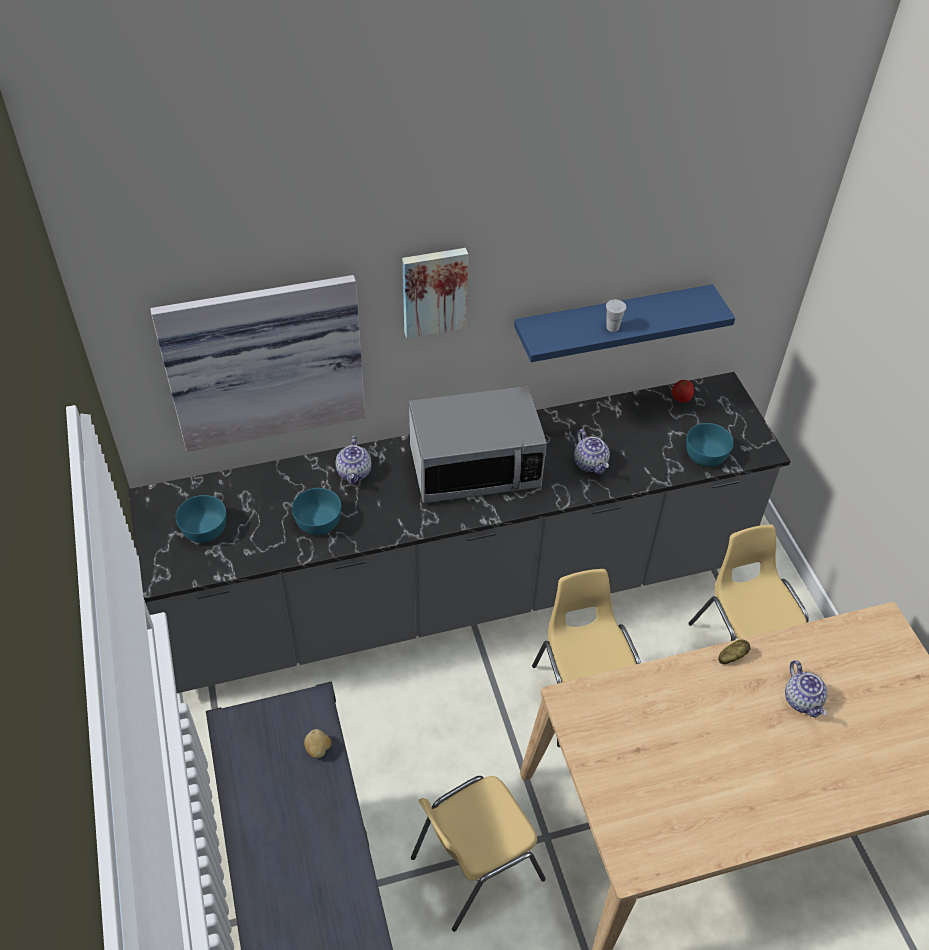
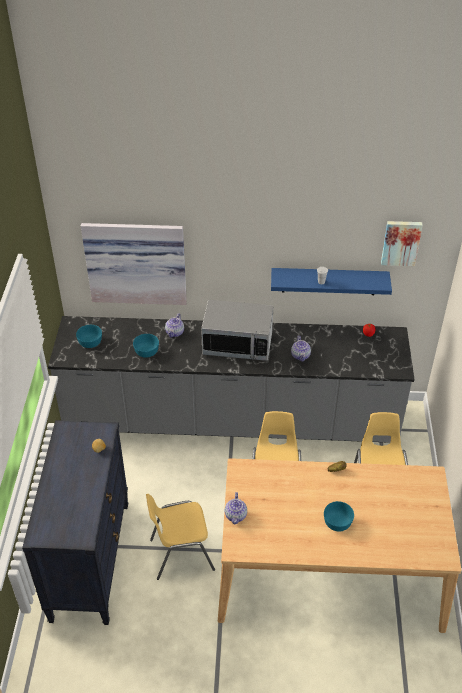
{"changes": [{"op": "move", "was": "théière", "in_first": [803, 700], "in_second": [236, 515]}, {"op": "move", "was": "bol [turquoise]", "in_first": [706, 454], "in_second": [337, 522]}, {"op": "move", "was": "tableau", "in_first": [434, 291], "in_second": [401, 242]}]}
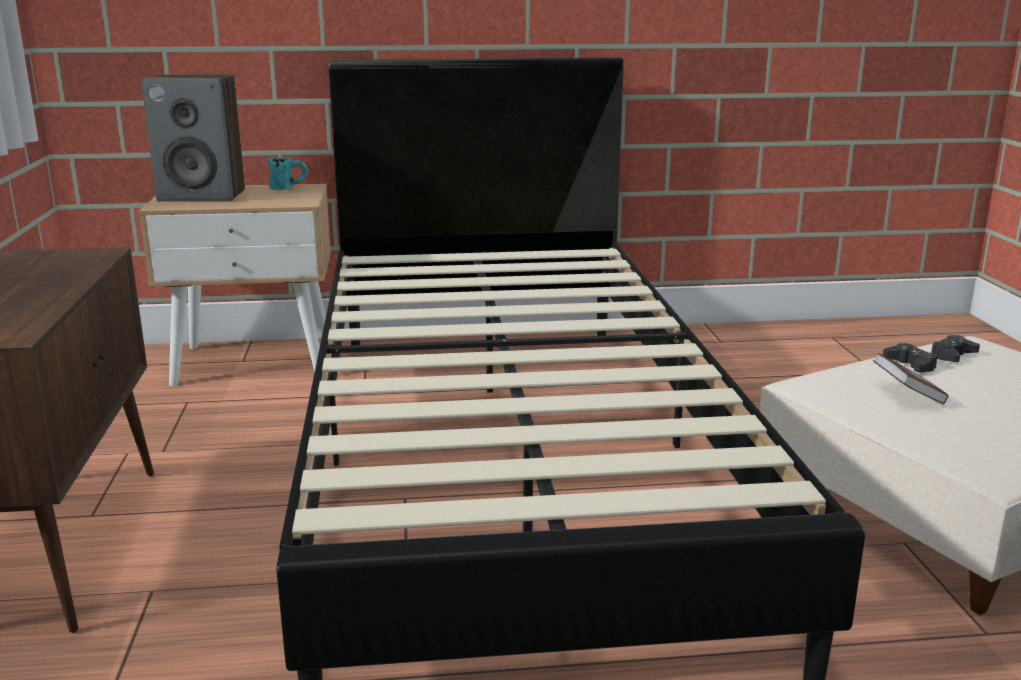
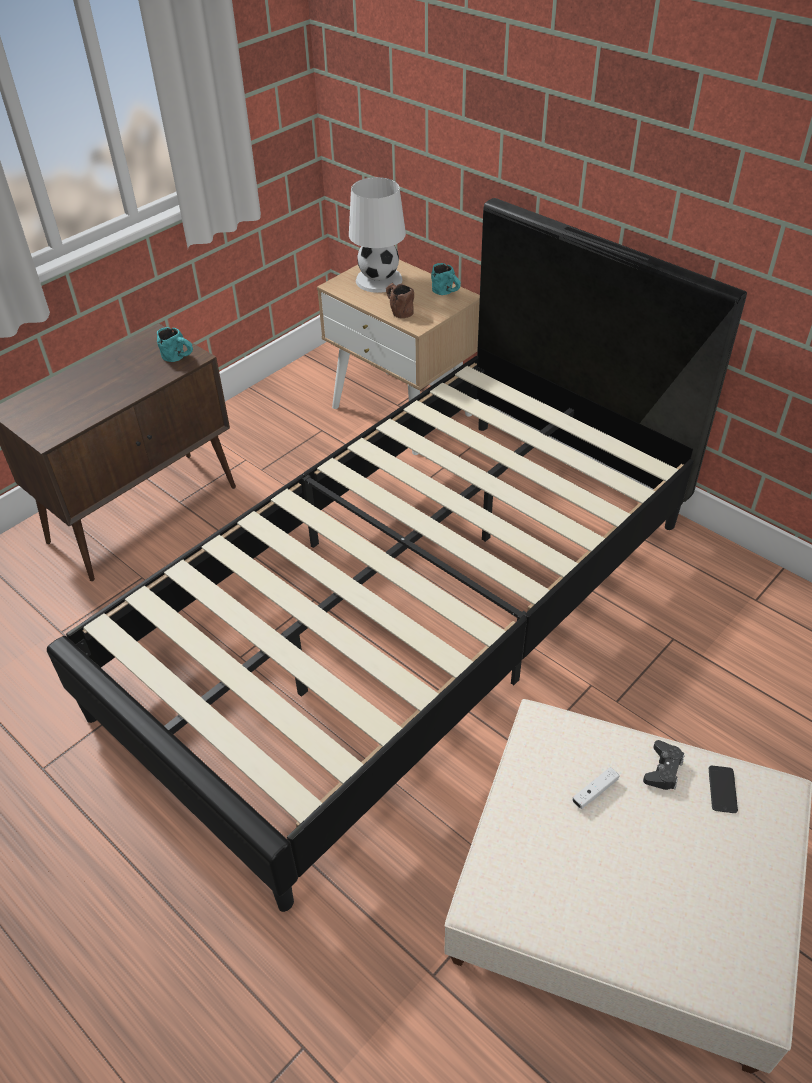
{"changes": [{"op": "insert", "now": "mug [turquoise]", "in_second": [179, 358]}, {"op": "replace", "was": "enceinte", "now": "lampe de table [blanc]", "in_first": [203, 196], "in_second": [379, 280]}, {"op": "insert", "now": "mug [marron]", "in_second": [398, 310]}, {"op": "replace", "was": "livre", "now": "manette [blanc]", "in_first": [907, 394], "in_second": [595, 791]}, {"op": "replace", "was": "manette [noir]", "now": "téléphone", "in_first": [952, 355], "in_second": [722, 789]}]}
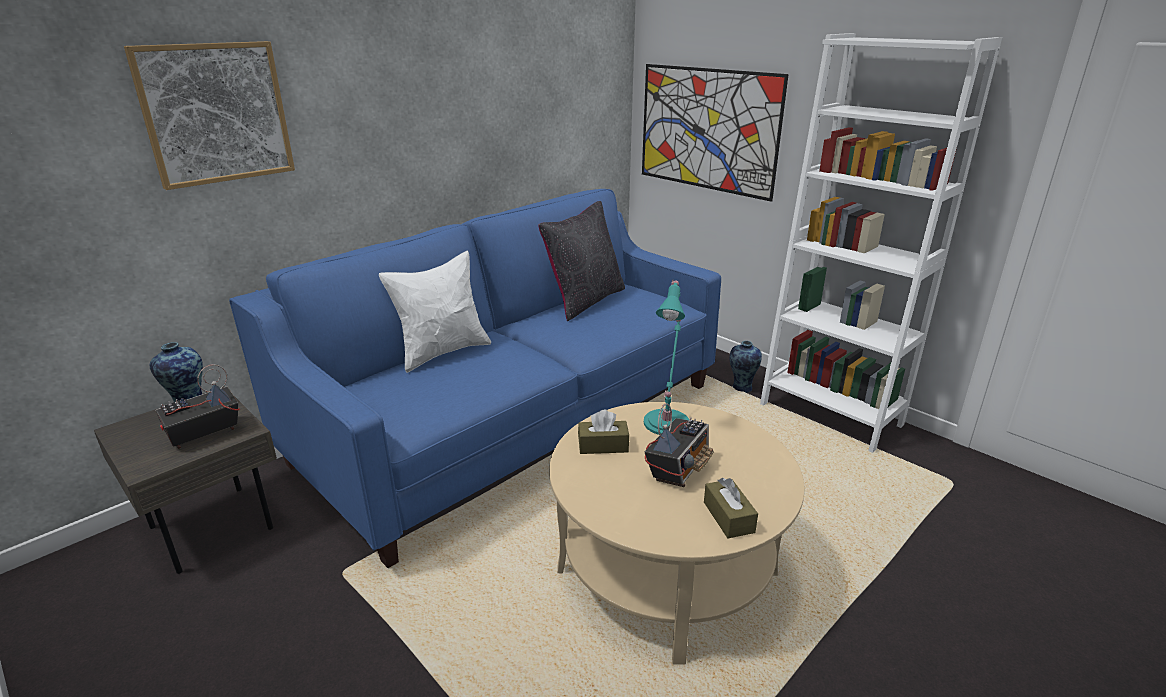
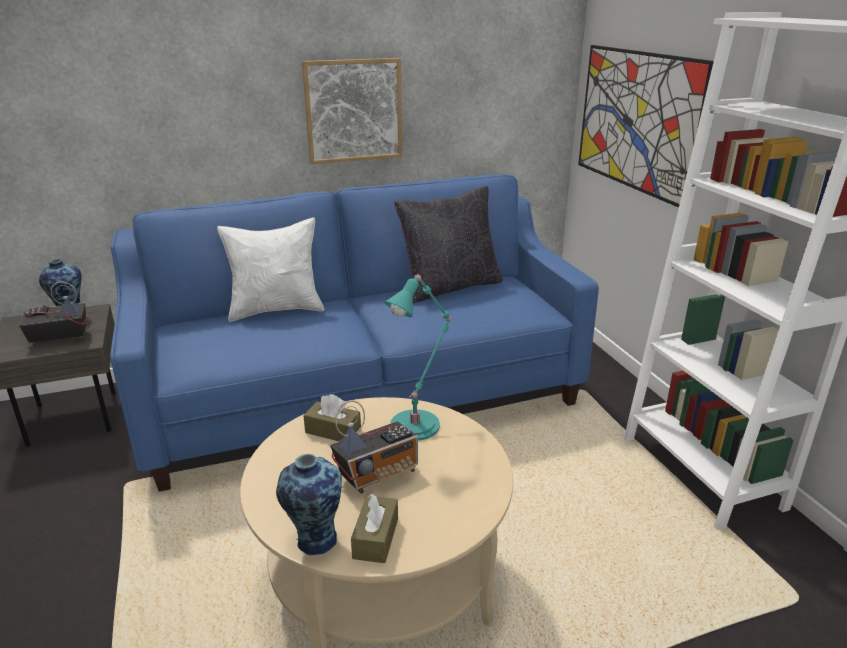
{"changes": [{"op": "move", "was": "vase", "in_first": [741, 388], "in_second": [314, 540]}, {"op": "move", "was": "tableau", "in_first": [216, 113], "in_second": [353, 110]}]}
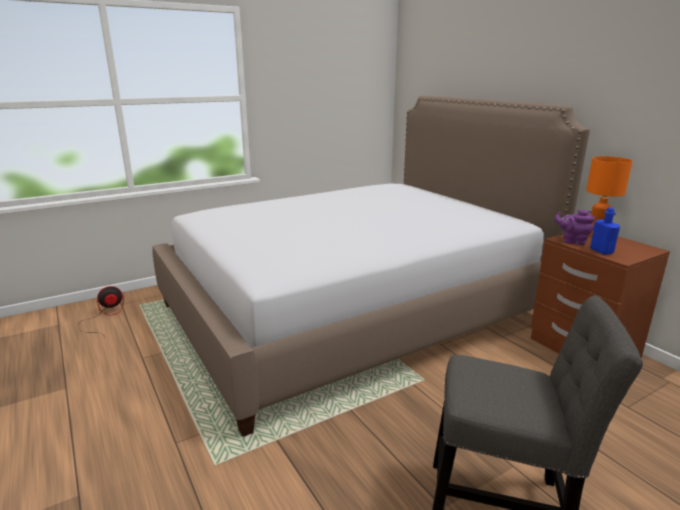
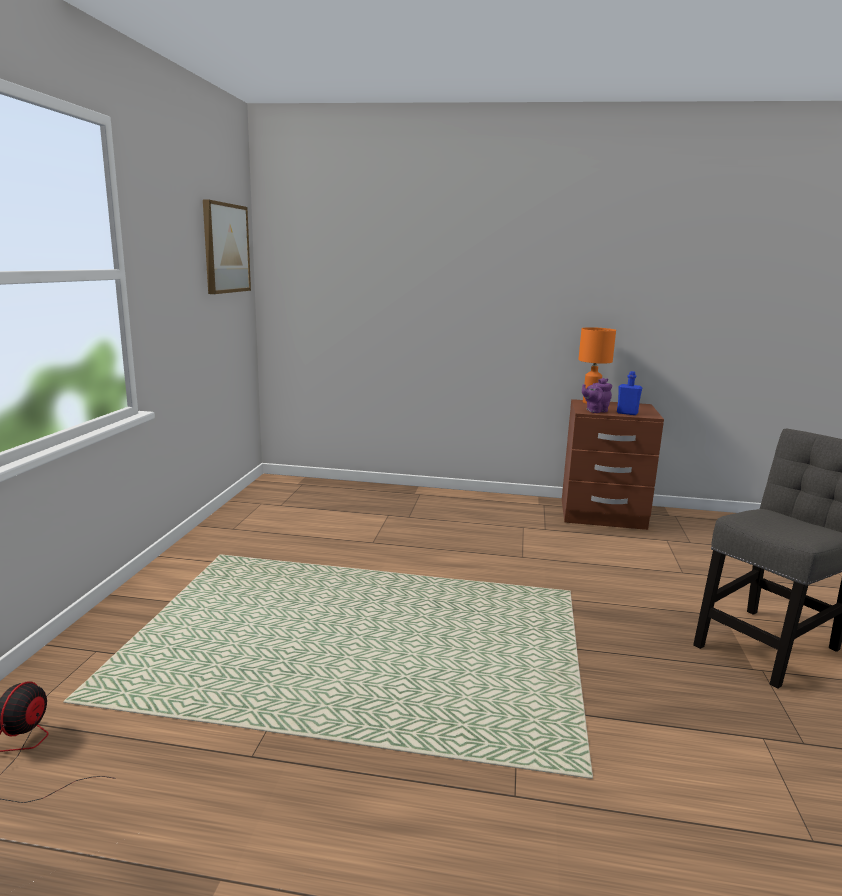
{"changes": [{"op": "insert", "now": "tableau", "in_second": [225, 248]}, {"op": "delete", "was": "lit", "in_first": [353, 311]}]}
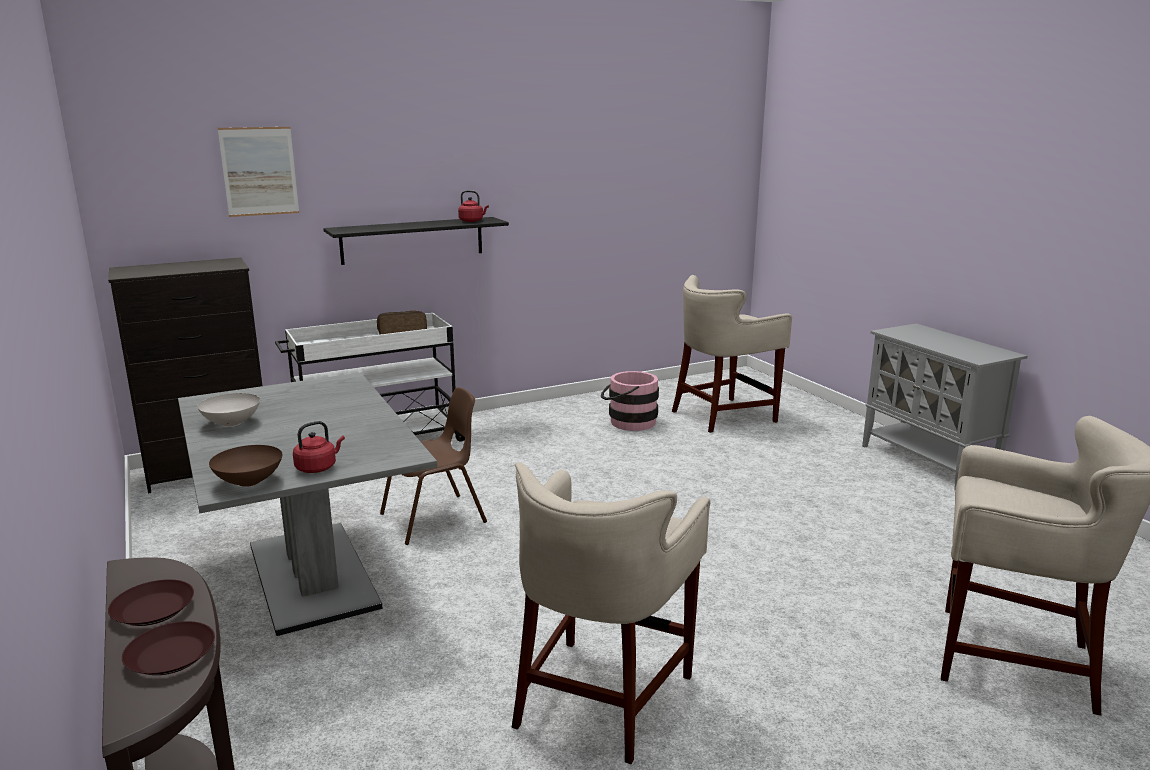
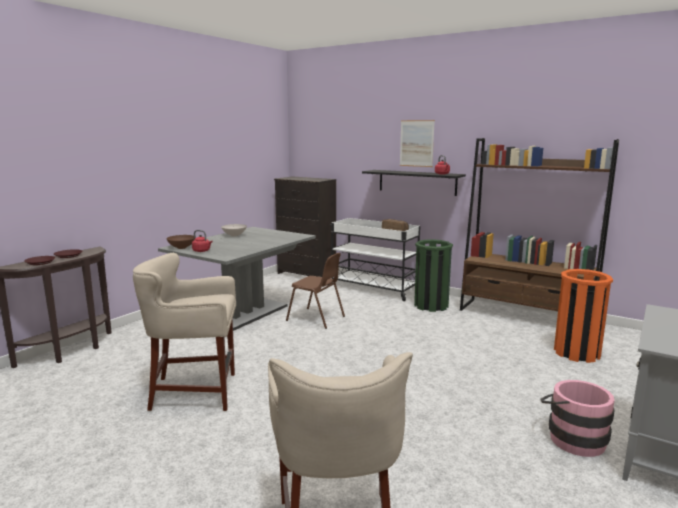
{"changes": [{"op": "move", "was": "tableau", "in_first": [259, 171], "in_second": [416, 143]}, {"op": "insert", "now": "poubelle [vert]", "in_second": [431, 305]}, {"op": "insert", "now": "bibliothèque [marron]", "in_second": [525, 316]}, {"op": "move", "was": "seau [rose]", "in_first": [628, 422], "in_second": [572, 438]}, {"op": "replace", "was": "tabouret [beige]", "now": "poubelle [orange]", "in_first": [724, 416], "in_second": [576, 353]}]}
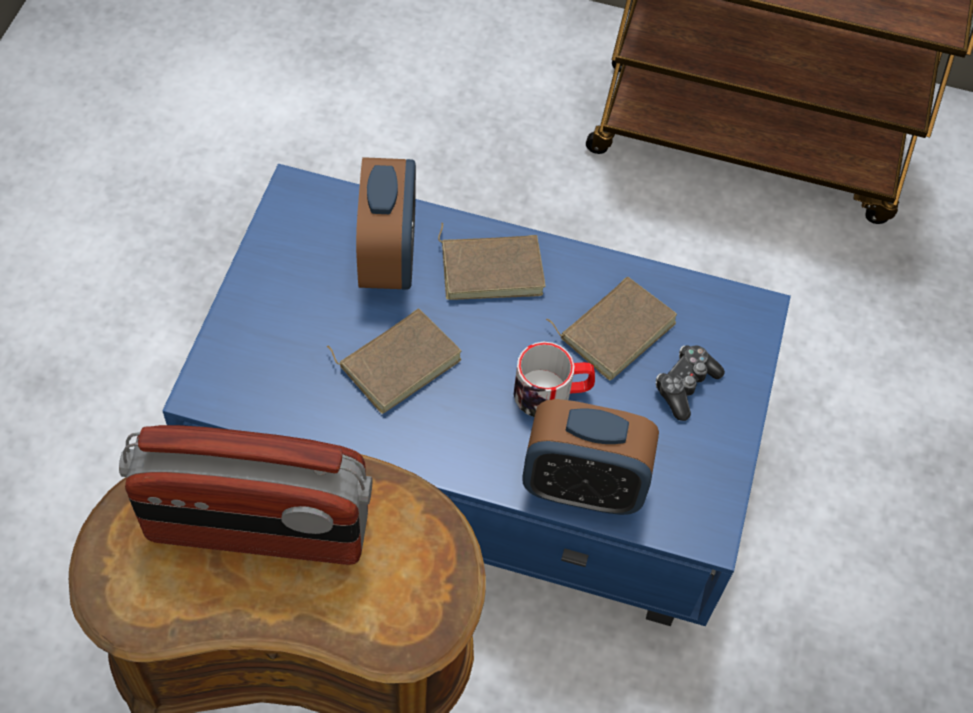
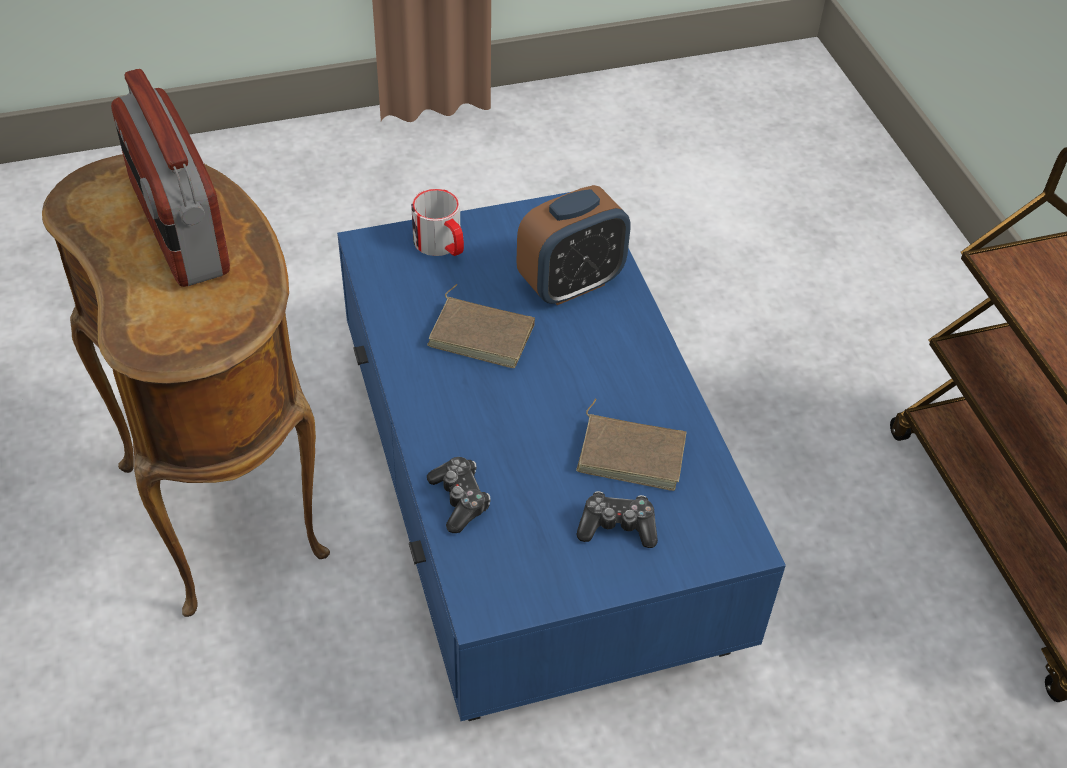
{"changes": [{"op": "move", "was": "mug", "in_first": [552, 393], "in_second": [442, 245]}, {"op": "replace", "was": "réveil", "now": "manette", "in_first": [582, 486], "in_second": [460, 500]}, {"op": "delete", "was": "livre [marron]", "in_first": [492, 267]}]}
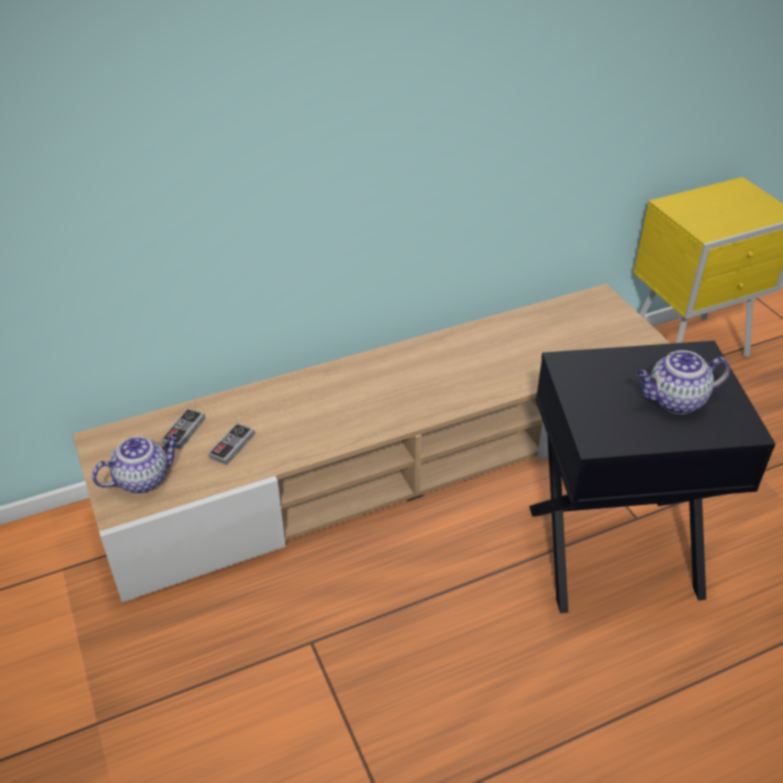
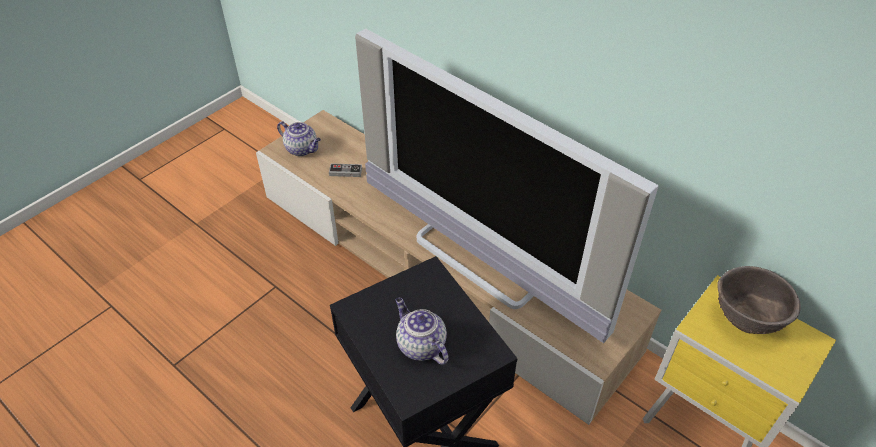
{"changes": [{"op": "insert", "now": "téléviseur", "in_second": [481, 259]}, {"op": "insert", "now": "bol [marron]", "in_second": [745, 320]}, {"op": "delete", "was": "manette", "in_first": [184, 431]}]}
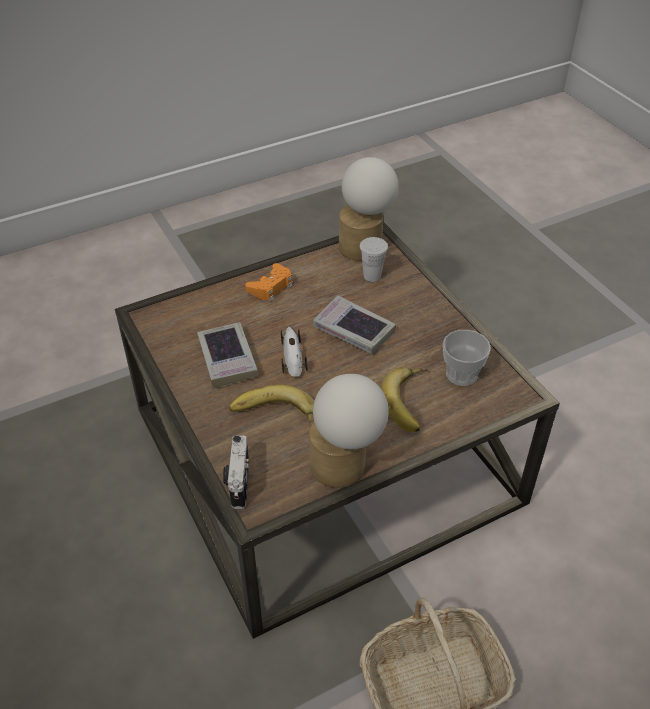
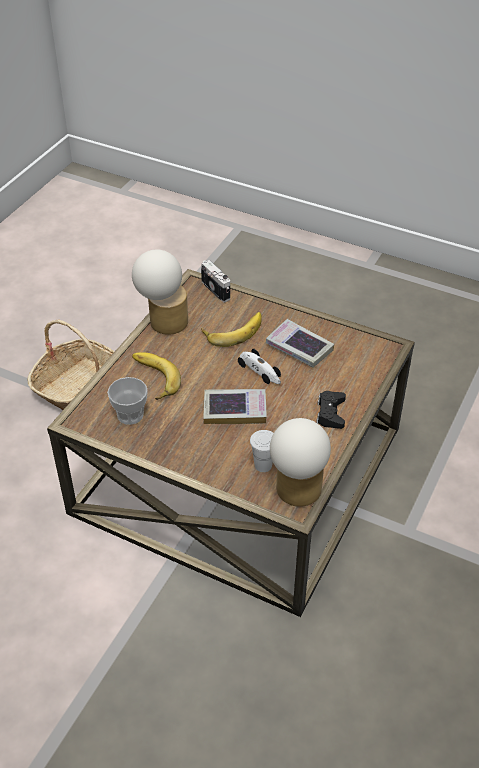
{"changes": [{"op": "recolor", "was": "manette [orange]", "now": "manette [noir]", "in_first": [271, 287], "in_second": [330, 413]}]}
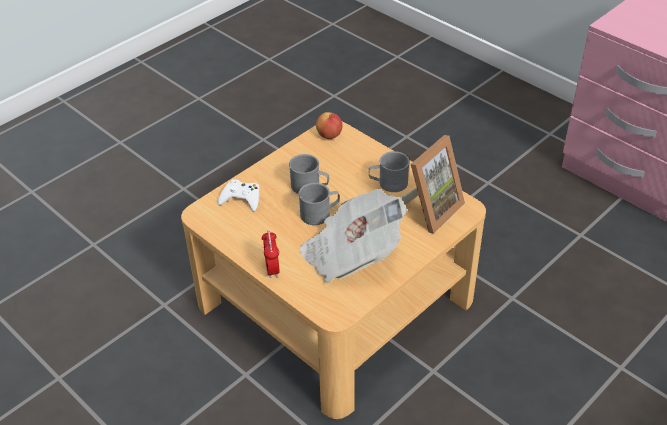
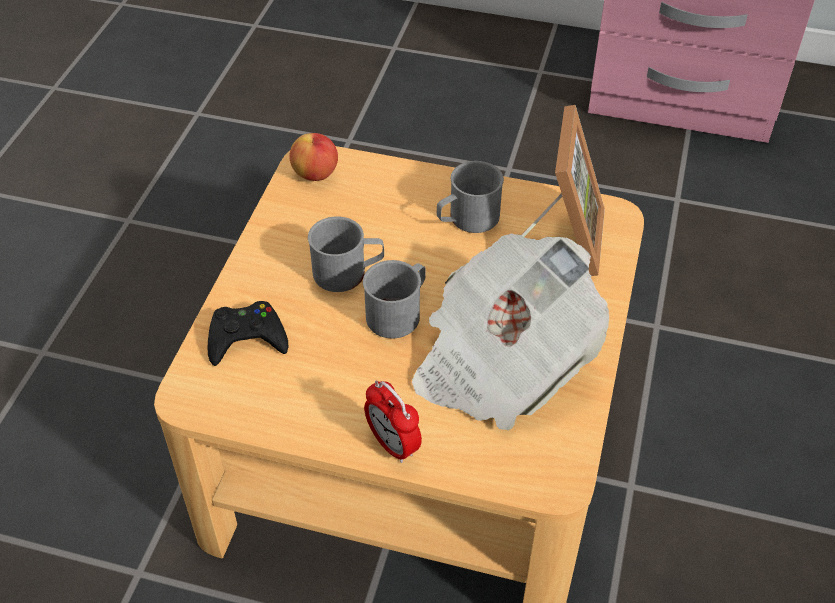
{"changes": [{"op": "recolor", "was": "manette [blanc]", "now": "manette [noir]", "in_first": [241, 199], "in_second": [247, 338]}]}
